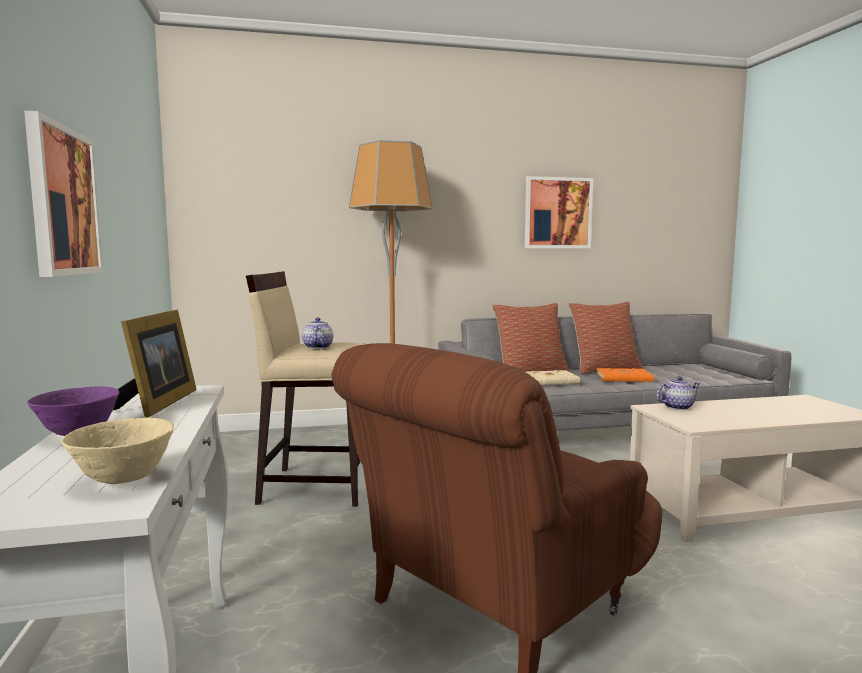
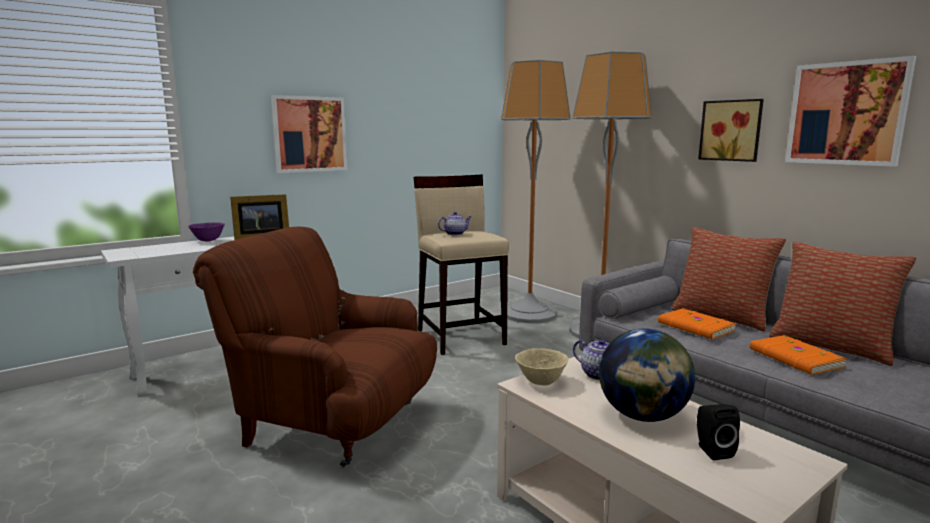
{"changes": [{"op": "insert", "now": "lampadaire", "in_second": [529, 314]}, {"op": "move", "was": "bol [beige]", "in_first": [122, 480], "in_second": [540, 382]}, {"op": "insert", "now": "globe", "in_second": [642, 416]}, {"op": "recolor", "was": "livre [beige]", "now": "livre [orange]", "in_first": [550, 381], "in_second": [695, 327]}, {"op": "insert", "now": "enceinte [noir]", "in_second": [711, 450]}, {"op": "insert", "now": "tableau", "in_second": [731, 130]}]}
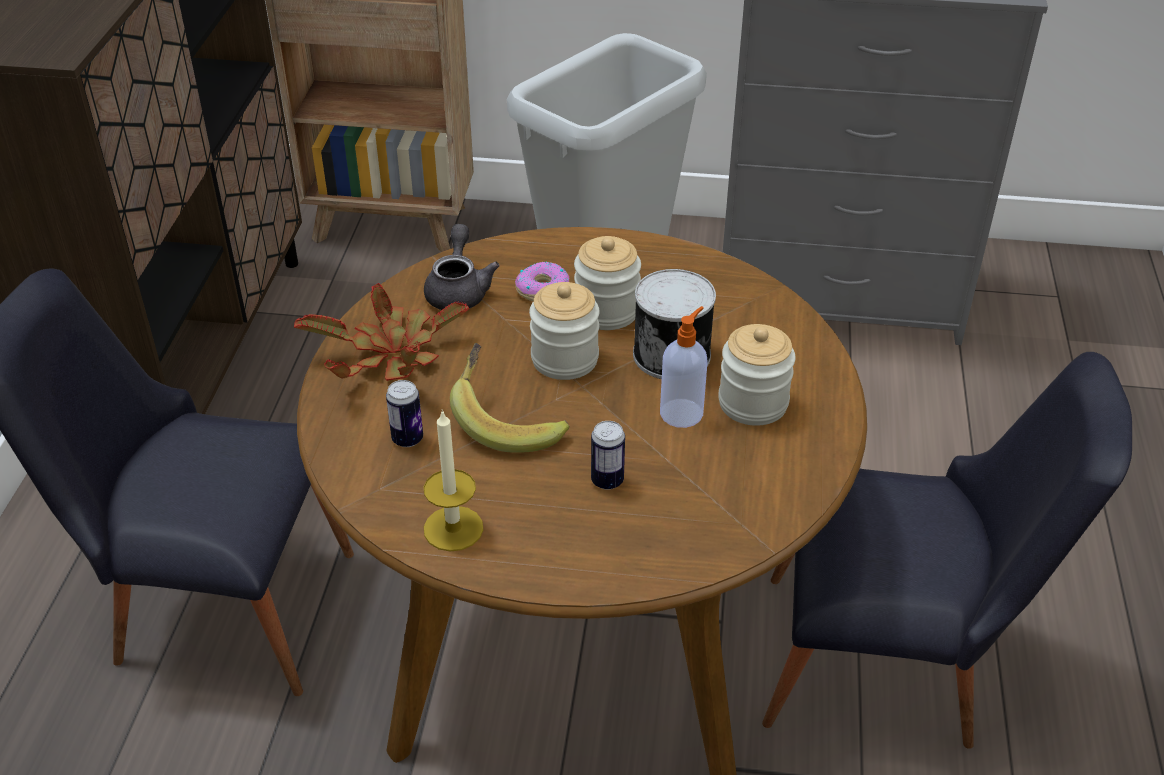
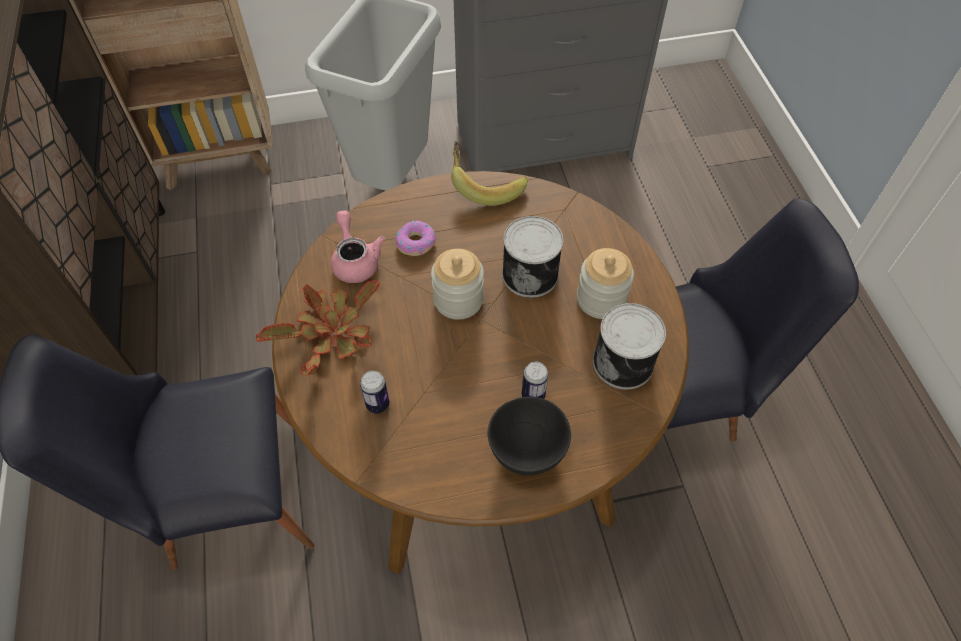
{"changes": [{"op": "recolor", "was": "théière [gris]", "now": "théière [rose]", "in_first": [459, 290], "in_second": [355, 260]}, {"op": "move", "was": "banane", "in_first": [508, 420], "in_second": [485, 185]}, {"op": "insert", "now": "bol [noir]", "in_second": [525, 451]}, {"op": "insert", "now": "boîte métallique", "in_second": [624, 362]}, {"op": "delete", "was": "bougie", "in_first": [453, 528]}, {"op": "delete", "was": "bocal", "in_first": [606, 311]}, {"op": "delete", "was": "distributeur de savon", "in_first": [682, 412]}]}
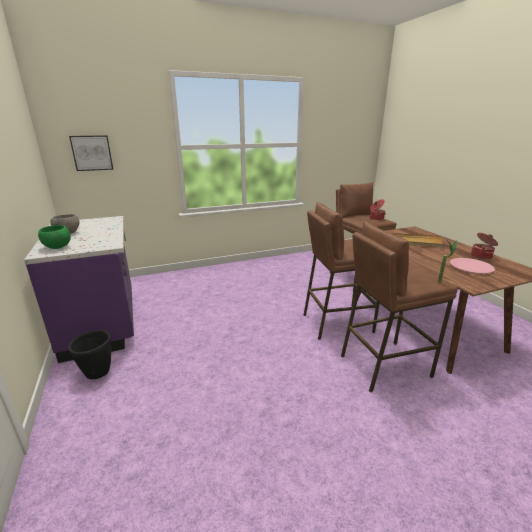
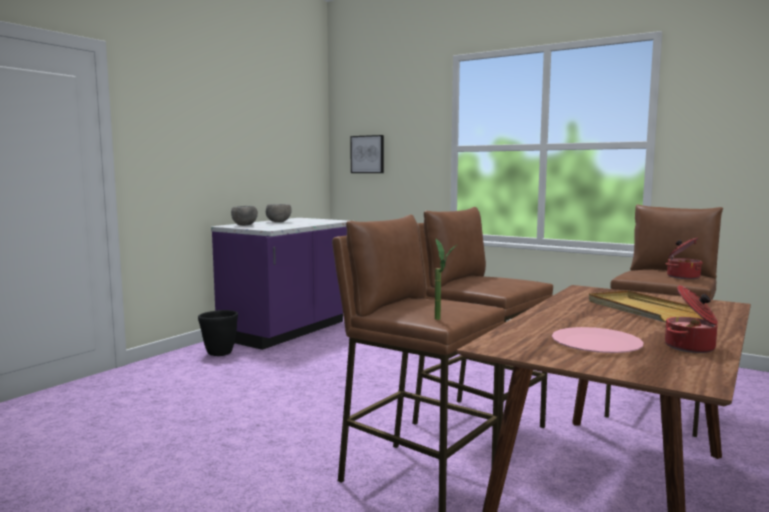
{"changes": [{"op": "recolor", "was": "bol [vert]", "now": "bol [gris]", "in_first": [58, 247], "in_second": [244, 225]}]}
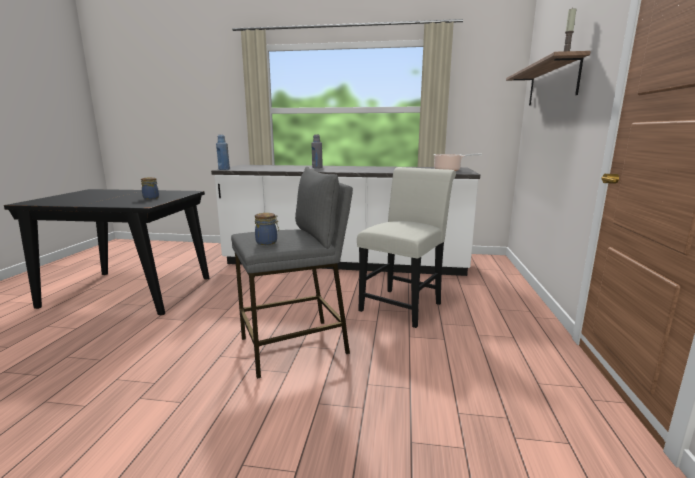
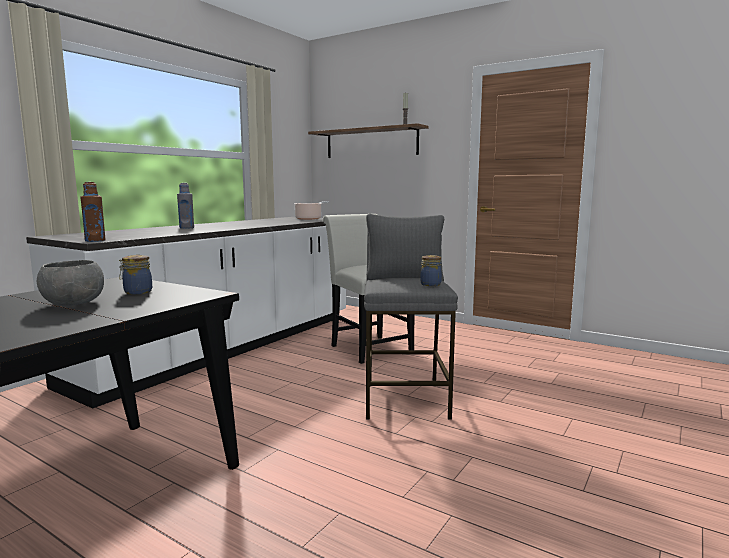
{"changes": [{"op": "insert", "now": "bol [gris]", "in_second": [74, 303]}, {"op": "recolor", "was": "bouteille [bleu]", "now": "bouteille [marron]", "in_first": [224, 169], "in_second": [95, 241]}]}
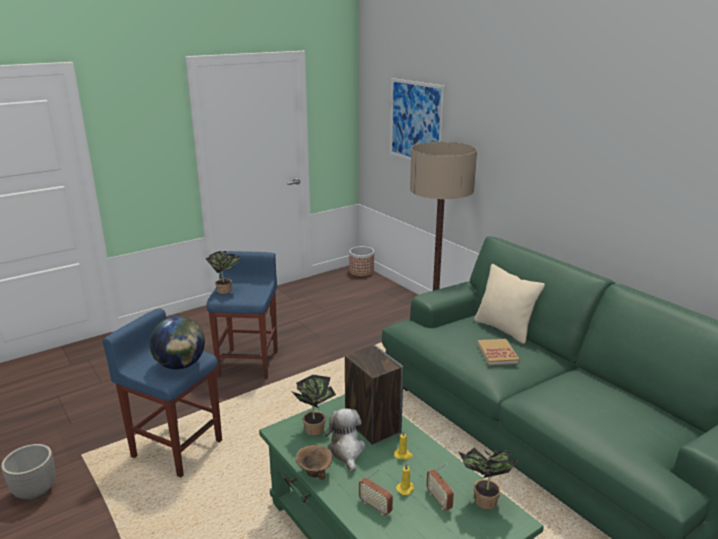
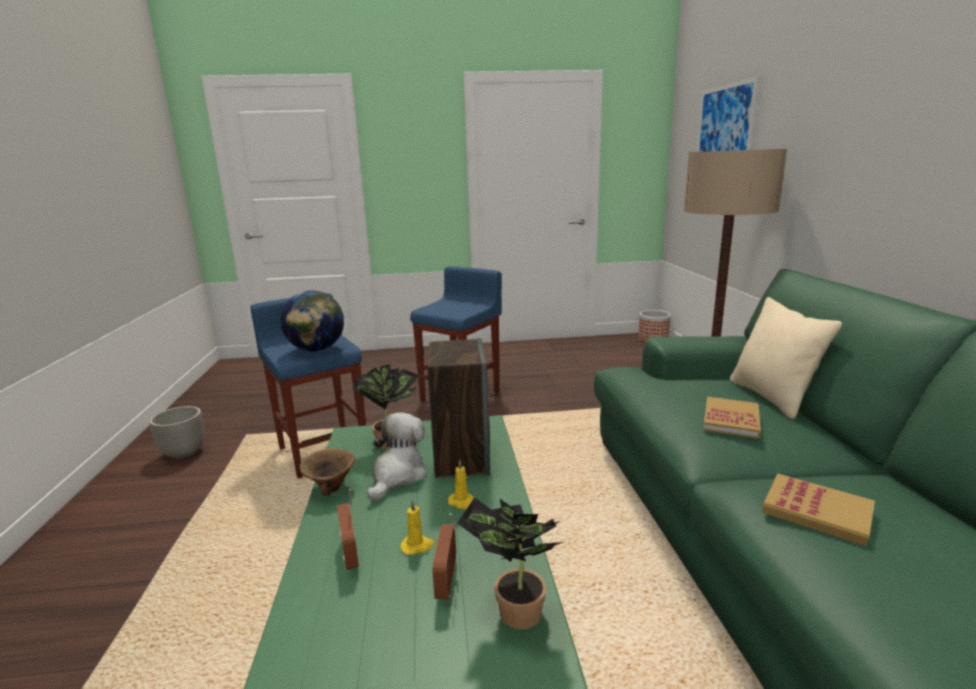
{"changes": [{"op": "insert", "now": "livre", "in_second": [817, 511]}, {"op": "delete", "was": "plante en pot", "in_first": [226, 290]}]}
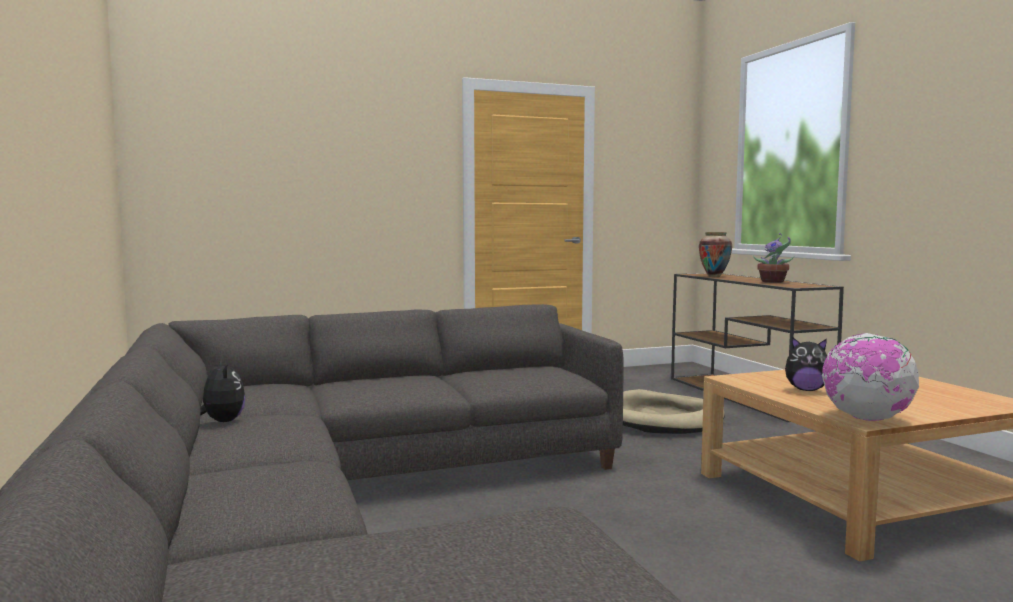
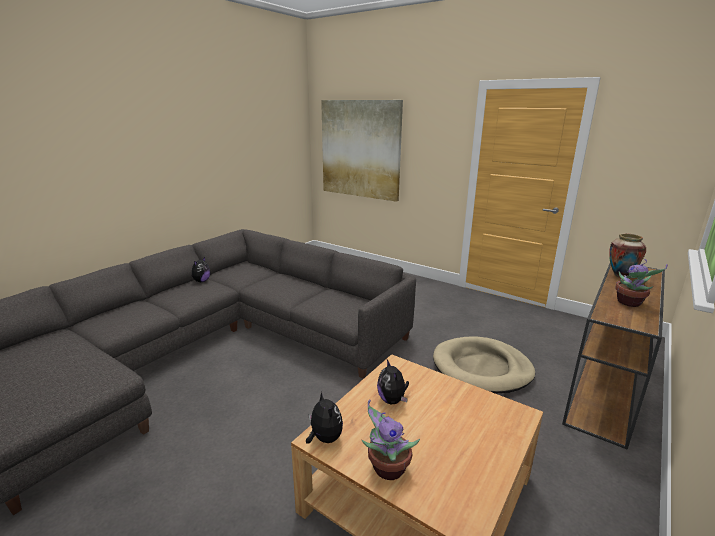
{"changes": [{"op": "replace", "was": "globe", "now": "peluche", "in_first": [866, 419], "in_second": [324, 438]}, {"op": "insert", "now": "tableau", "in_second": [360, 149]}, {"op": "insert", "now": "plante en pot", "in_second": [386, 468]}]}
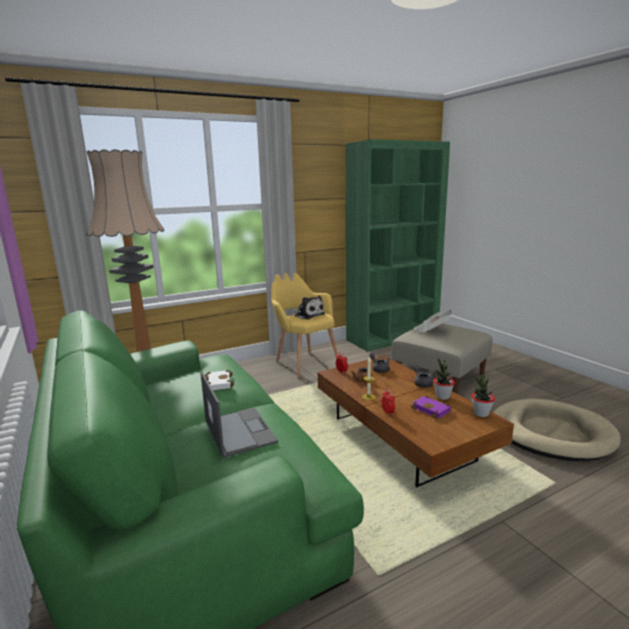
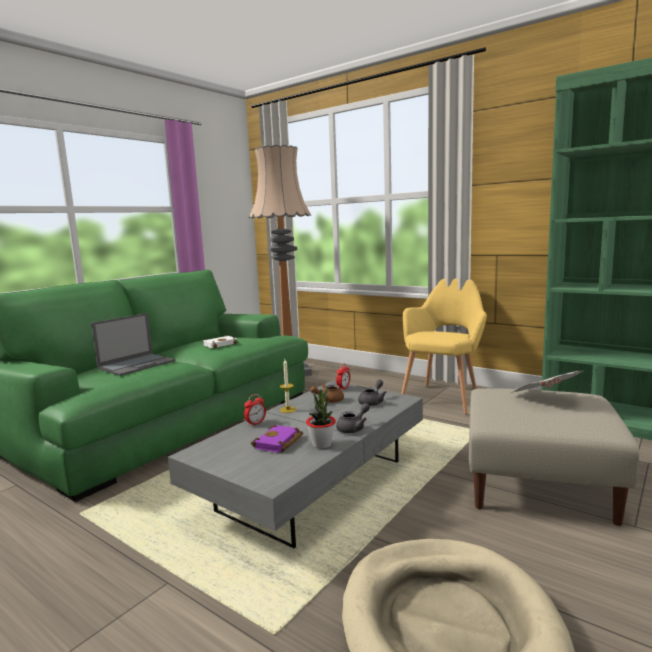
{"changes": [{"op": "recolor", "was": "table basse [marron]", "now": "table basse [gris]", "in_first": [400, 439], "in_second": [313, 485]}, {"op": "delete", "was": "peluche", "in_first": [308, 315]}, {"op": "delete", "was": "plante en pot", "in_first": [481, 414]}]}
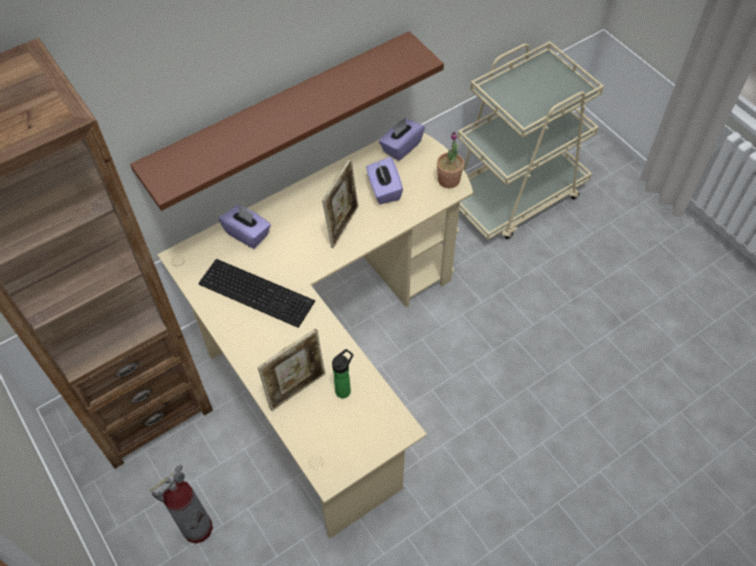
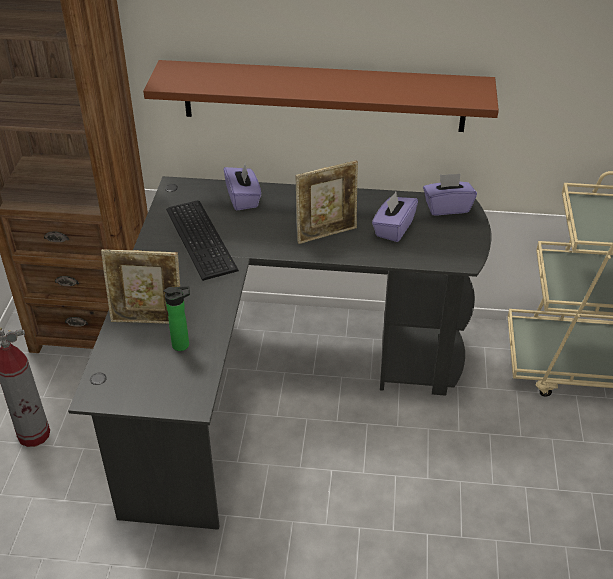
{"changes": [{"op": "recolor", "was": "bureau [beige]", "now": "bureau [noir]", "in_first": [331, 354], "in_second": [274, 382]}, {"op": "delete", "was": "plante en pot", "in_first": [448, 180]}]}
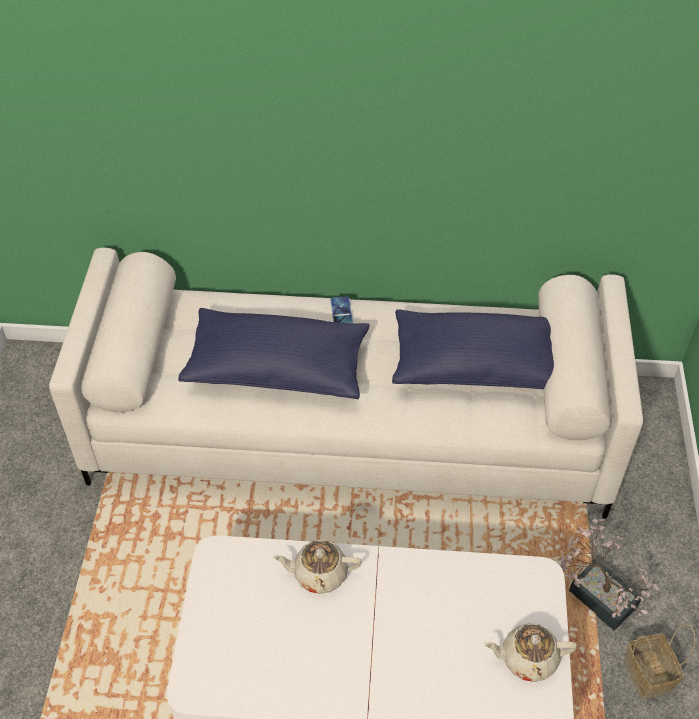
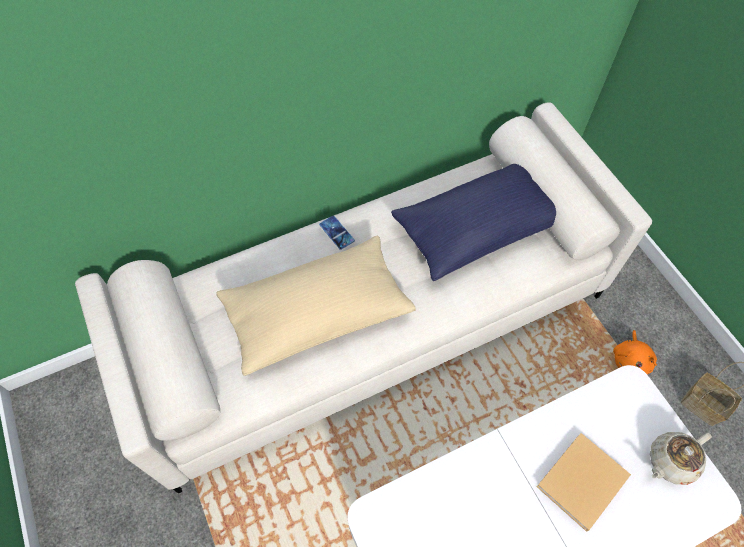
{"changes": [{"op": "recolor", "was": "coussin [bleu]", "now": "coussin [beige]", "in_first": [277, 369], "in_second": [317, 313]}, {"op": "insert", "now": "livre [beige]", "in_second": [580, 483]}, {"op": "replace", "was": "plante en pot", "now": "peluche [orange]", "in_first": [597, 593], "in_second": [630, 360]}, {"op": "delete", "was": "théière [beige]", "in_first": [319, 573]}]}
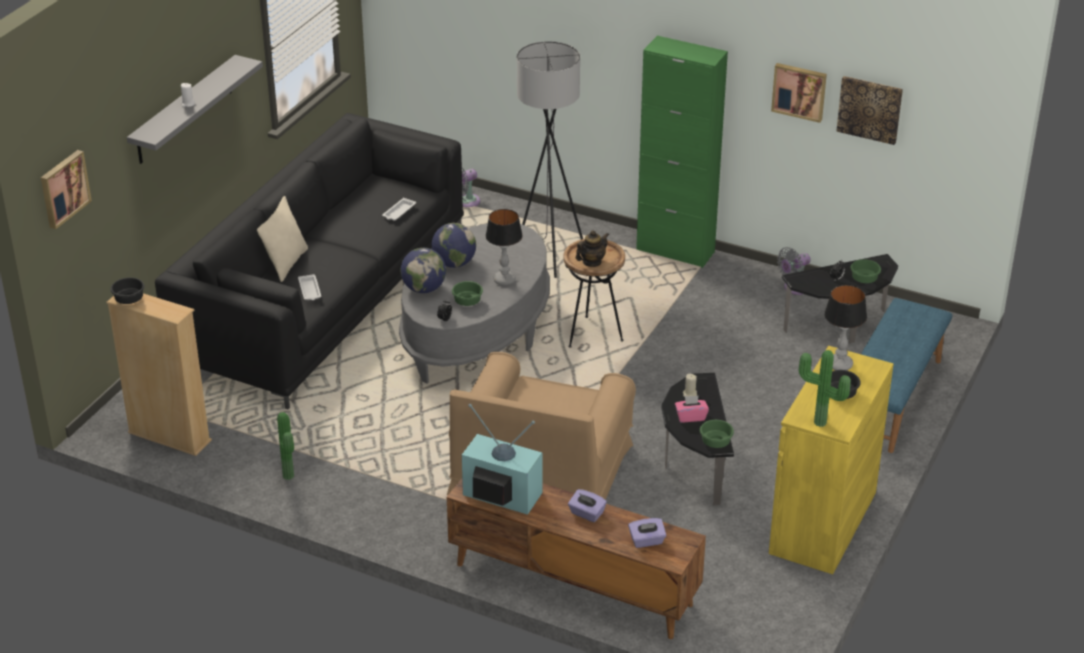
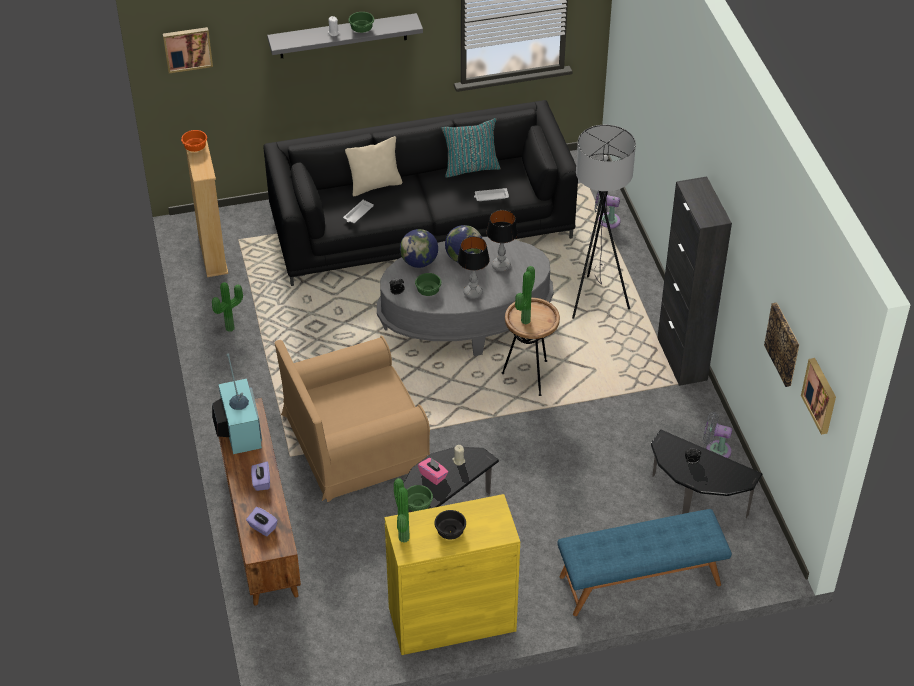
{"changes": [{"op": "recolor", "was": "bol [noir]", "now": "bol [orange]", "in_first": [130, 300], "in_second": [195, 148]}, {"op": "move", "was": "bol [vert]", "in_first": [865, 280], "in_second": [361, 29]}, {"op": "insert", "now": "coussin [turquoise]", "in_second": [470, 167]}, {"op": "move", "was": "lampe de table", "in_first": [839, 365], "in_second": [500, 266]}, {"op": "replace", "was": "théière", "now": "plante en pot", "in_first": [591, 262], "in_second": [523, 320]}, {"op": "recolor", "was": "meuble de rangement [vert]", "now": "meuble de rangement [noir]", "in_first": [675, 251], "in_second": [682, 359]}, {"op": "move", "was": "tableau", "in_first": [799, 91], "in_second": [821, 395]}]}
